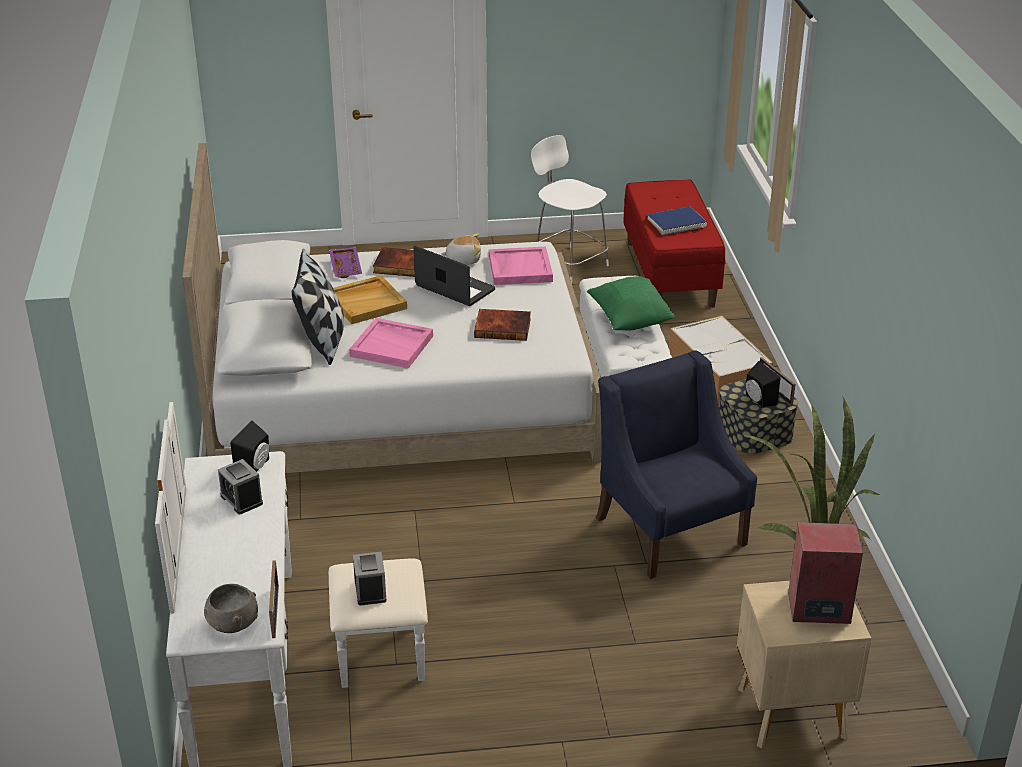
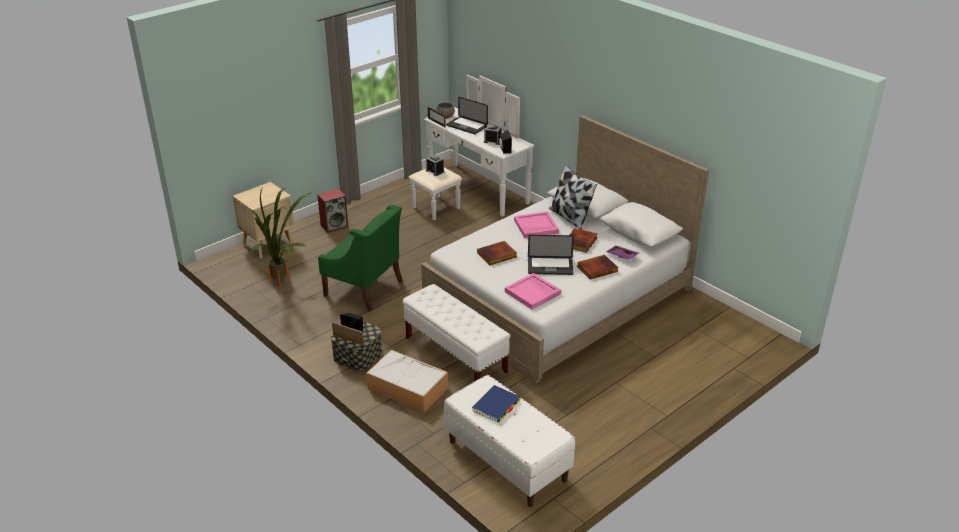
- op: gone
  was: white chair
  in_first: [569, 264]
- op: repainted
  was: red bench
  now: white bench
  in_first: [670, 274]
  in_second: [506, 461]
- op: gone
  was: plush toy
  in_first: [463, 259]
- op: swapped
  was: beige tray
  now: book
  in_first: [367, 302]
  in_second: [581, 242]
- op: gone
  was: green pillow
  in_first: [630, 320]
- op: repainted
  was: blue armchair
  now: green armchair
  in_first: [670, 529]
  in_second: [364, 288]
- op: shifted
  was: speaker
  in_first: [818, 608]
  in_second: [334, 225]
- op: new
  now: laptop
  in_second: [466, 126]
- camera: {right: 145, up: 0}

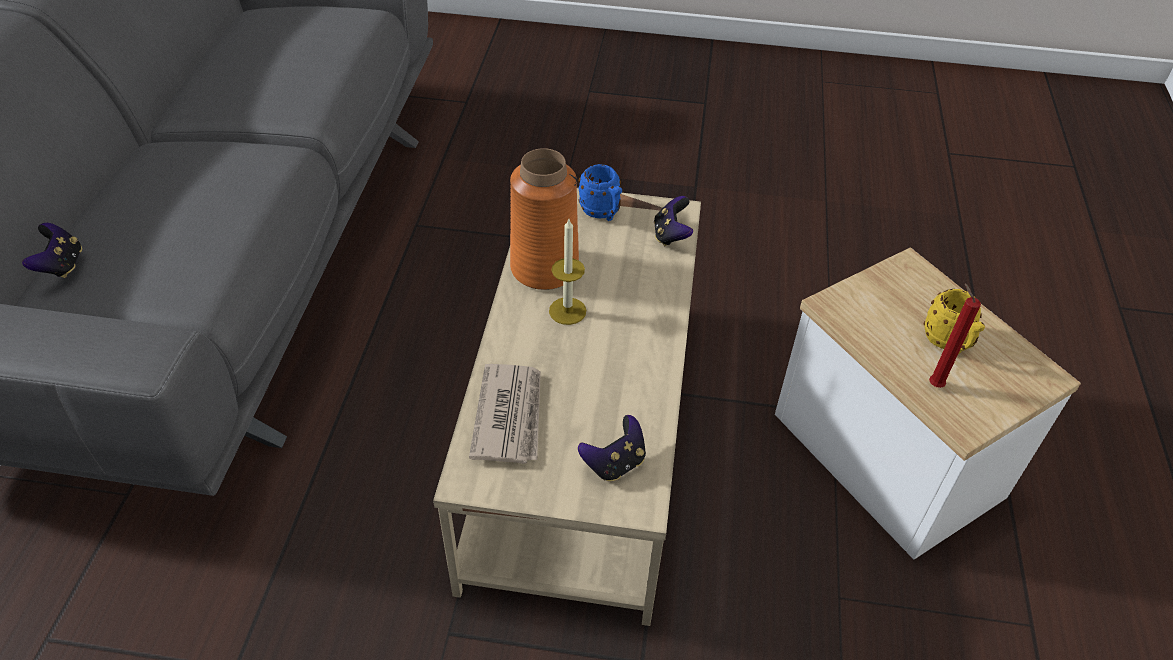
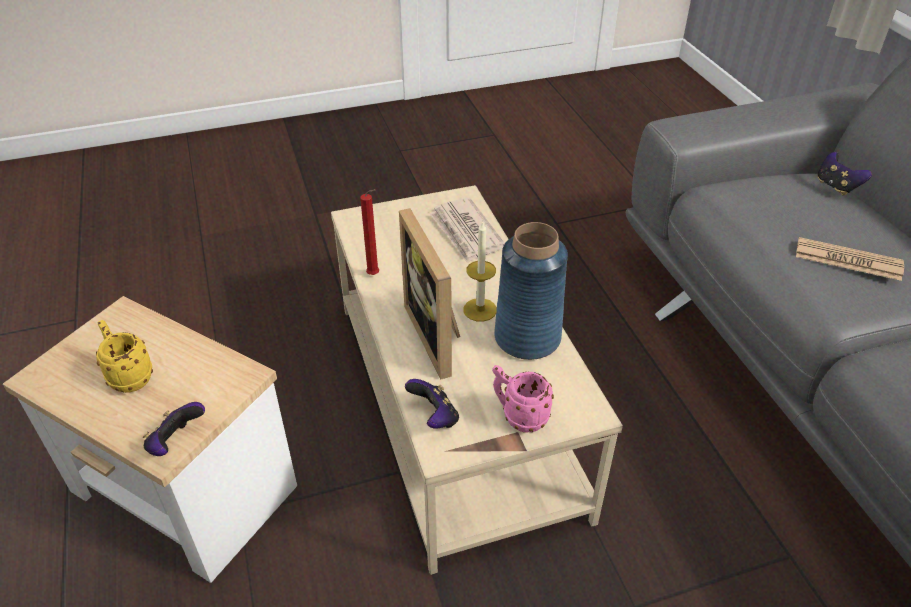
- op: repainted
  was: orange vase
  now: blue vase
  in_first: [544, 268]
  in_second: [528, 338]
- op: repainted
  was: blue mug
  now: pink mug
  in_first: [602, 213]
  in_second: [519, 416]
- op: shifted
  was: red candle
  in_first: [933, 384]
  in_second: [375, 275]
- op: shifted
  was: game controller
  in_first: [614, 463]
  in_second: [176, 443]
- op: new
  now: picture frame
  in_second: [439, 336]
- op: new
  now: newspaper
  in_second: [848, 260]
- camera: {right: 155, up: -5}

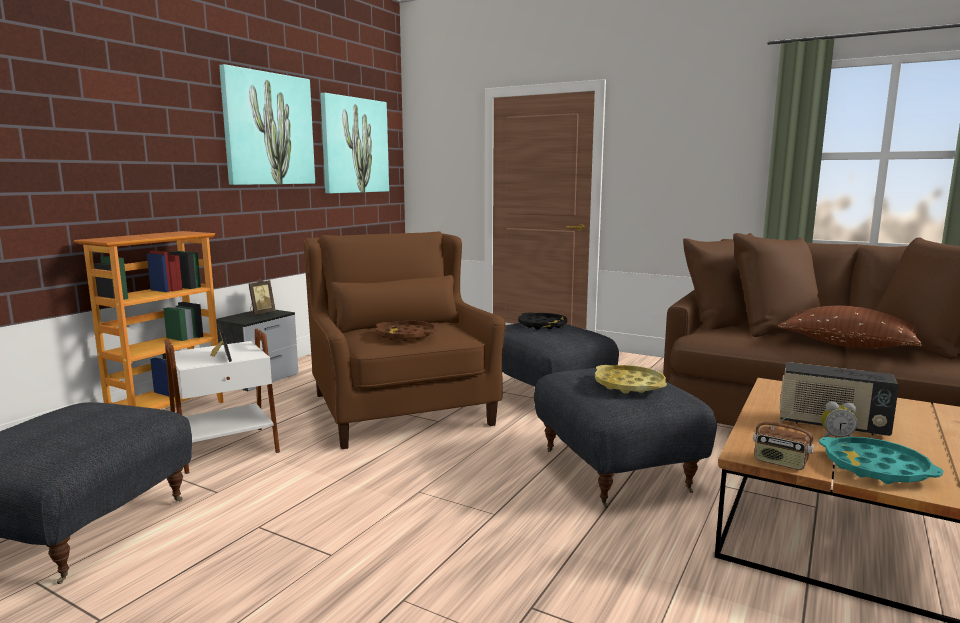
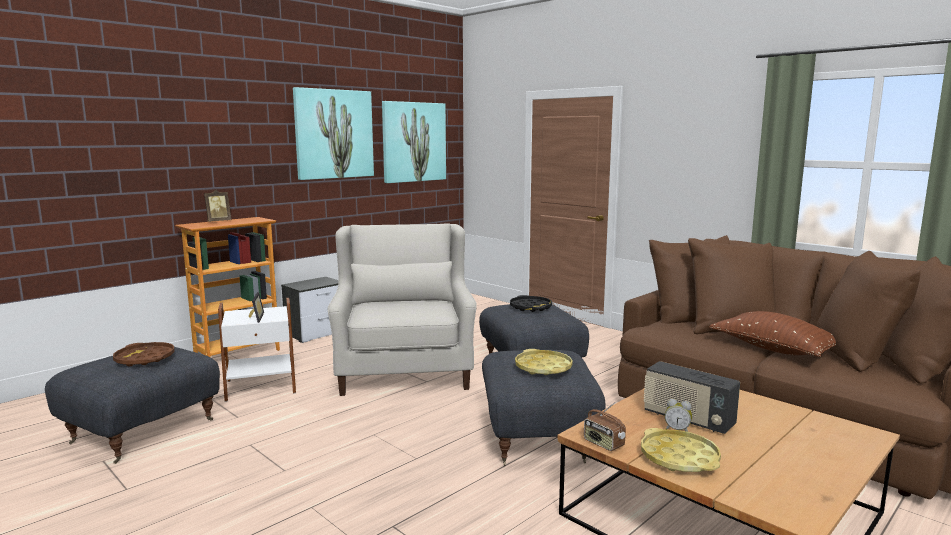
- op: repainted
  was: brown armchair
  now: white armchair
  in_first: [400, 409]
  in_second: [404, 369]
- op: shifted
  was: picture frame
  in_first: [261, 313]
  in_second: [218, 221]
- op: shifted
  was: brown tray
  in_first: [406, 336]
  in_second: [145, 359]
- op: repainted
  was: turquoise tray
  now: yellow tray
  in_first: [876, 468]
  in_second: [679, 458]
- camera: {right: 15, up: 0}

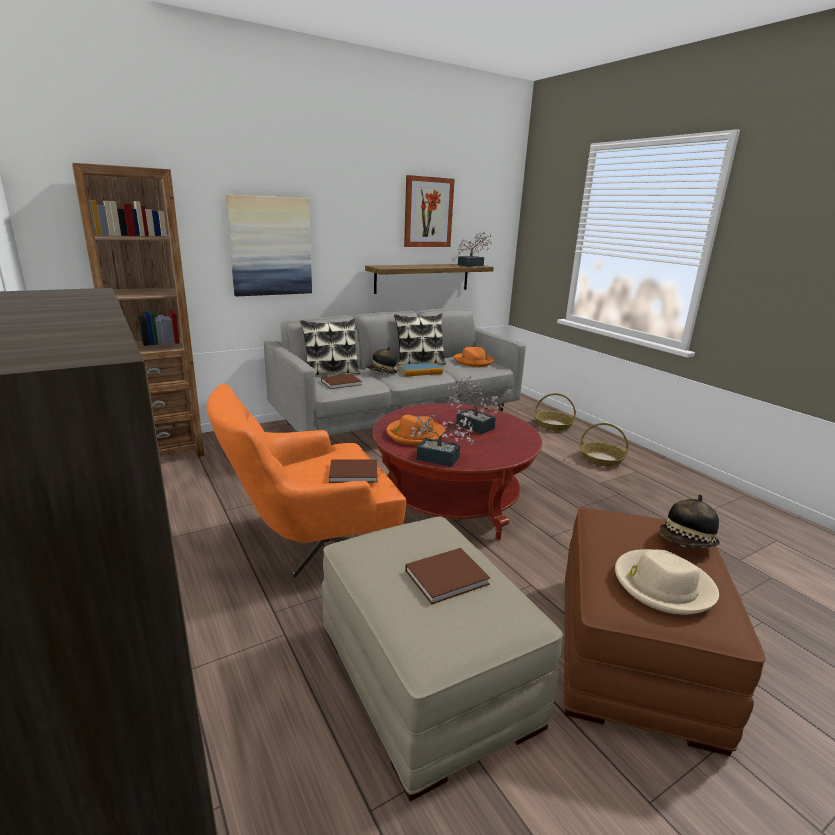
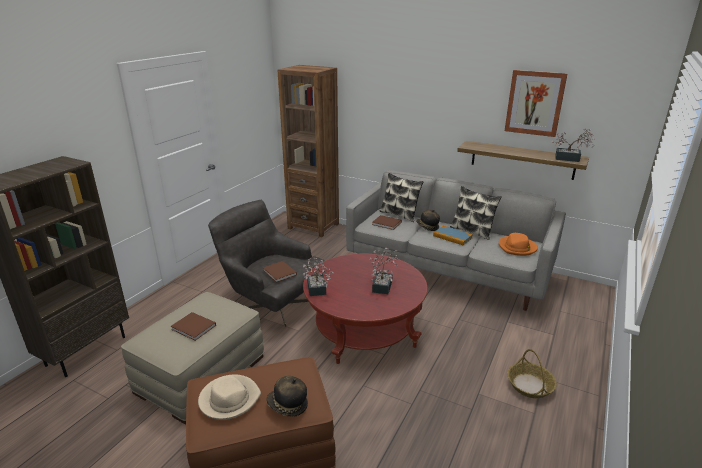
- op: gone
  was: picture
  in_first: [270, 246]
- op: repainted
  was: orange armchair
  now: grey armchair
  in_first: [310, 545]
  in_second: [272, 302]
- op: gone
  was: basket
  in_first: [553, 425]
- op: gone
  was: orange hat
  in_first: [415, 434]
- camera: {right: 60, up: 5}

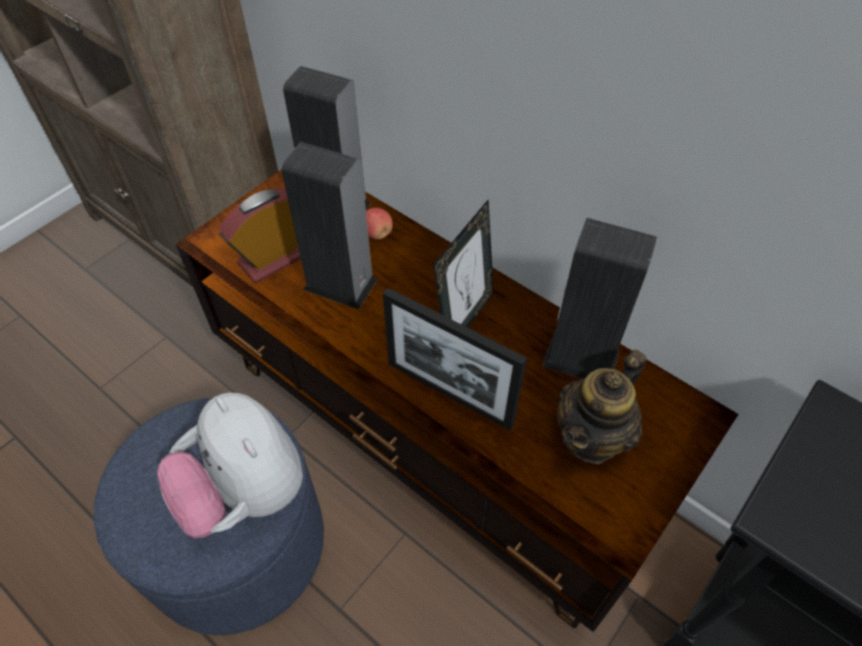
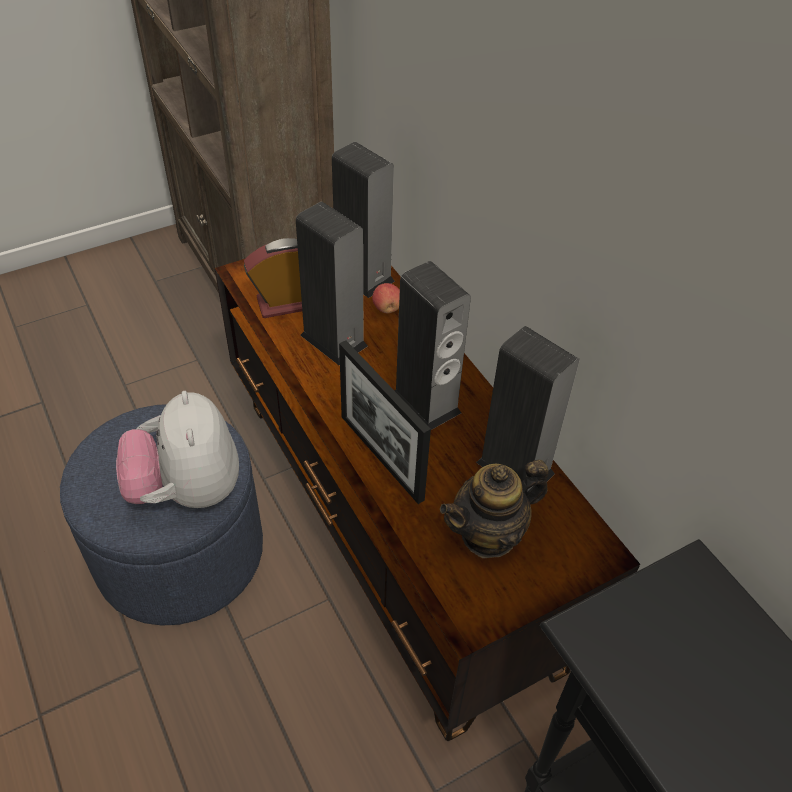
- op: swapped
  was: picture frame
  now: speaker
  in_first: [464, 320]
  in_second: [426, 402]
- camera: {right: 20, up: -5}

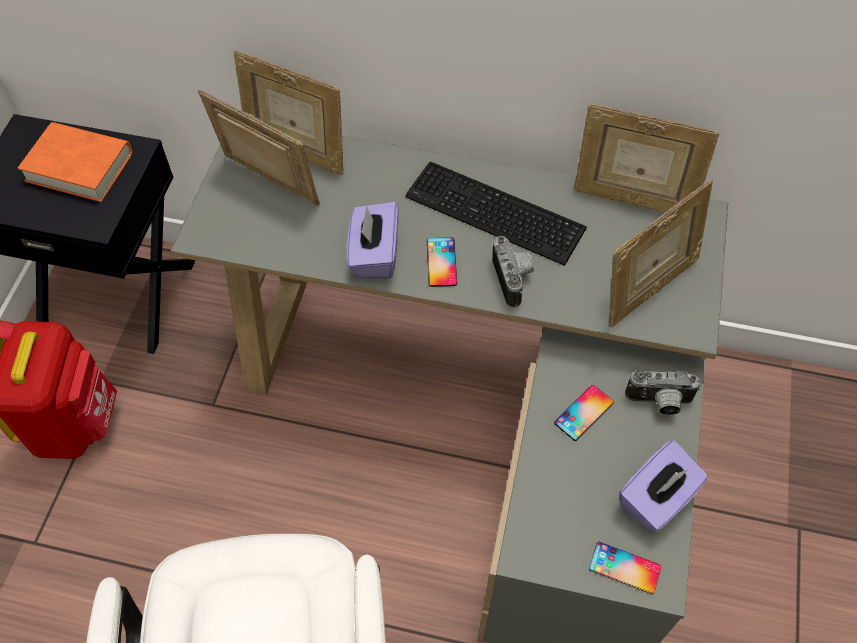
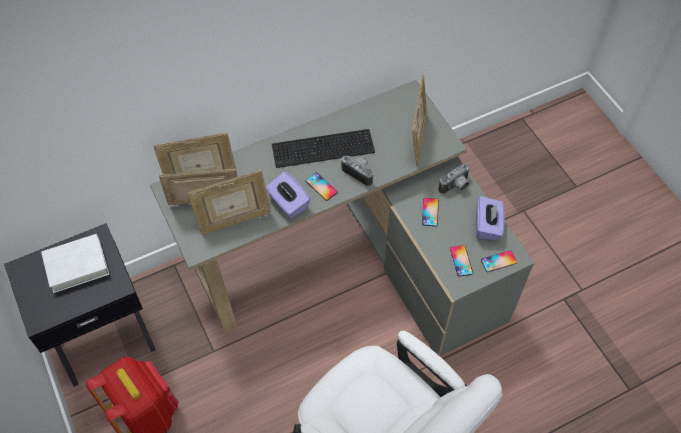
- op: shifted
  was: picture frame
  in_first: [631, 199]
  in_second: [234, 221]
- op: repainted
  was: orange book
  now: white book
  in_first: [80, 167]
  in_second: [76, 265]
- op: new
  now: phone
  in_second: [461, 261]
- camera: {right: -40, up: 0}

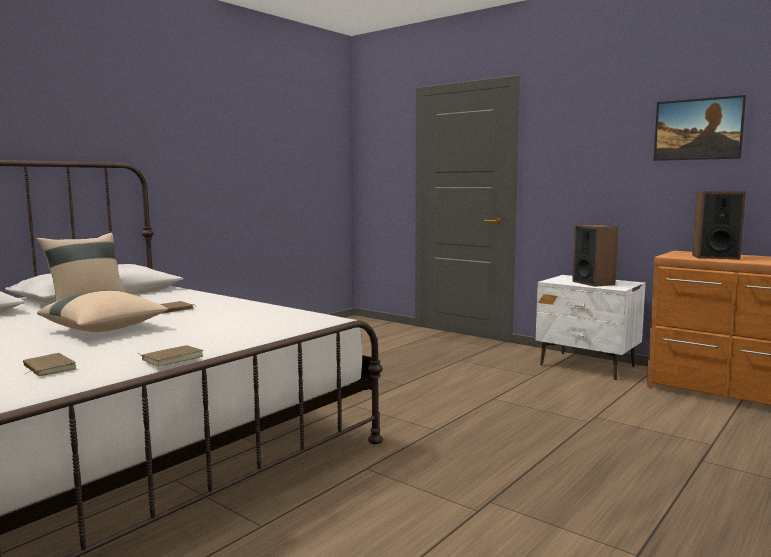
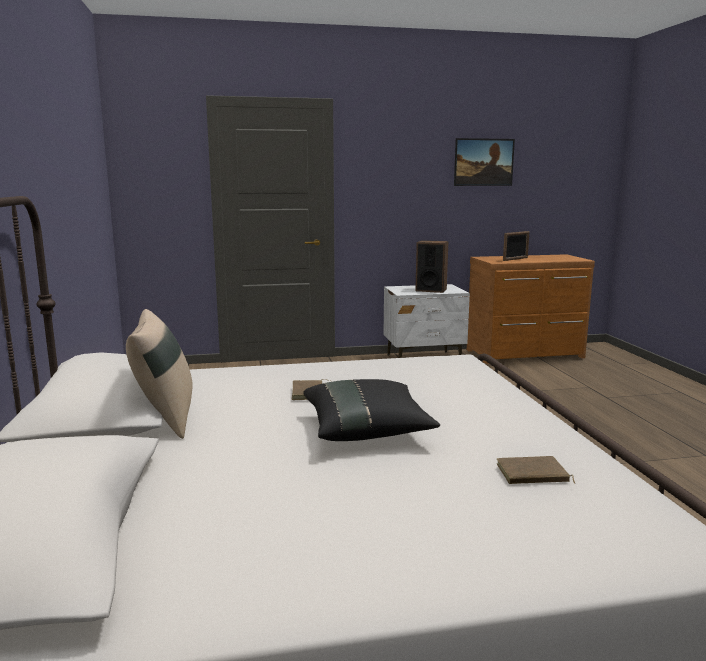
- op: swapped
  was: speaker
  now: picture frame
  in_first: [715, 257]
  in_second: [515, 259]
- op: repainted
  was: beige pillow
  now: black pillow
  in_first: [105, 329]
  in_second: [366, 431]
- op: gone
  was: brown book
  in_first: [172, 358]
- camera: {right: -50, up: 5}

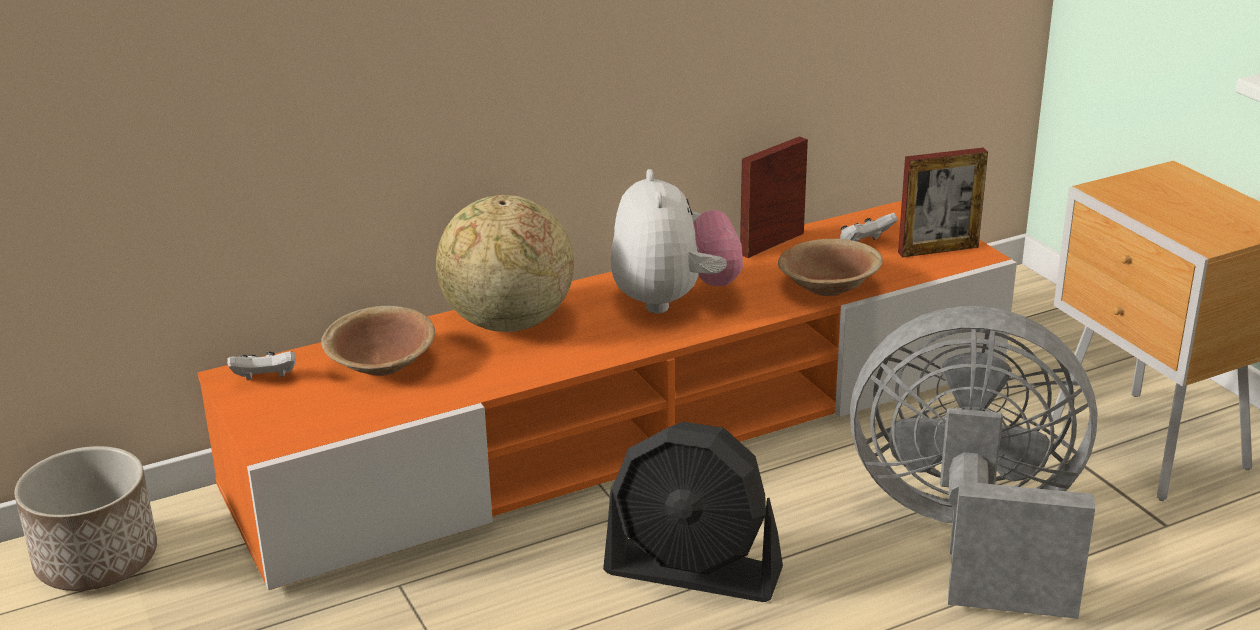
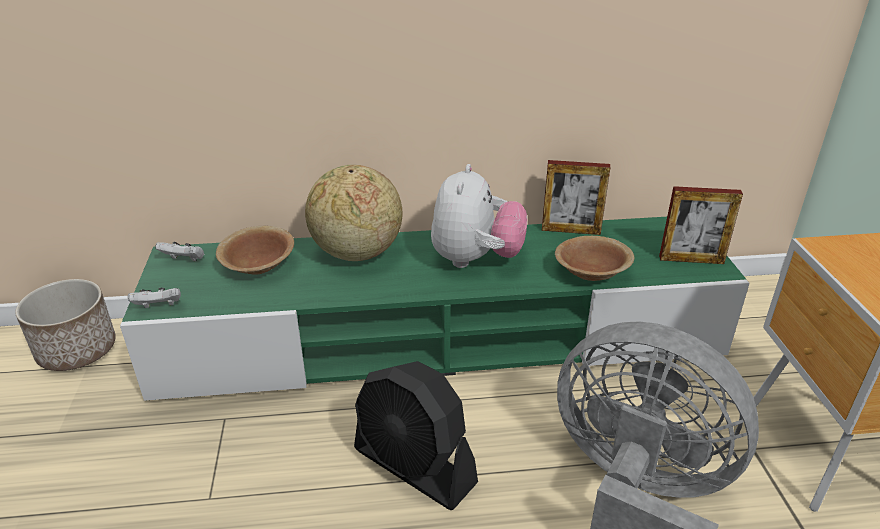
- op: rotated
  was: picture frame
  in_first: [772, 244]
  in_second: [570, 230]
  clockwise: -150
- op: repainted
  was: orange tv stand
  now: green tv stand
  in_first: [633, 429]
  in_second: [441, 339]
- op: shifted
  was: white game controller
  in_first: [865, 243]
  in_second: [159, 307]
- camera: {right: 20, up: 5}

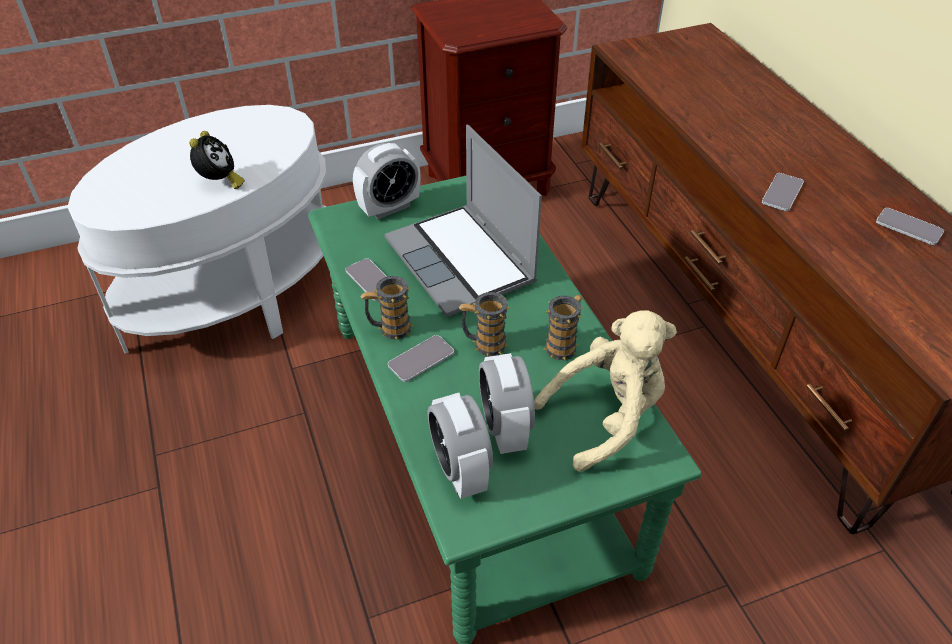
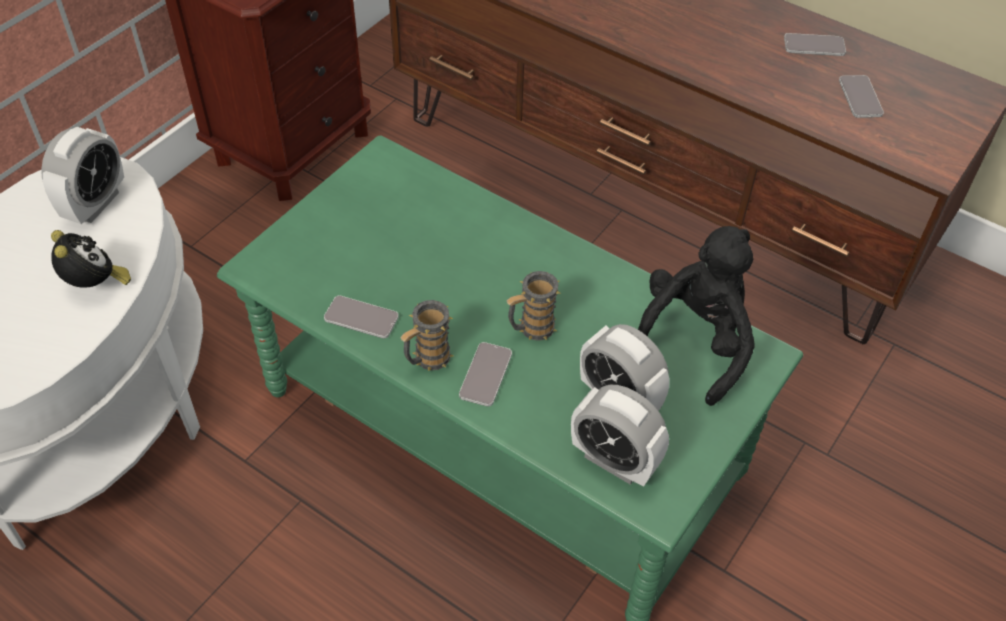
- op: gone
  was: laptop
  in_first: [462, 262]
- op: shifted
  was: alarm clock
  in_first: [389, 208]
  in_second: [95, 204]
- op: shifted
  was: phone
  in_first: [782, 193]
  in_second: [860, 97]
- op: gone
  was: mug
  in_first: [563, 345]
- op: repainted
  was: beige plush toy
  now: black plush toy
  in_first: [607, 417]
  in_second: [693, 342]
- camera: {right: -35, up: 5}

